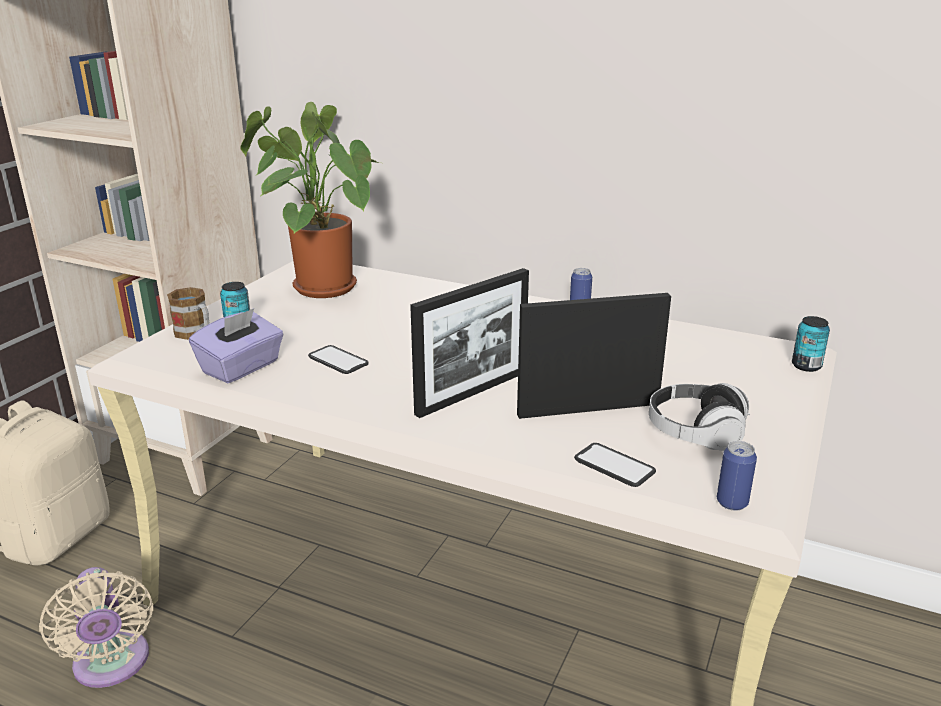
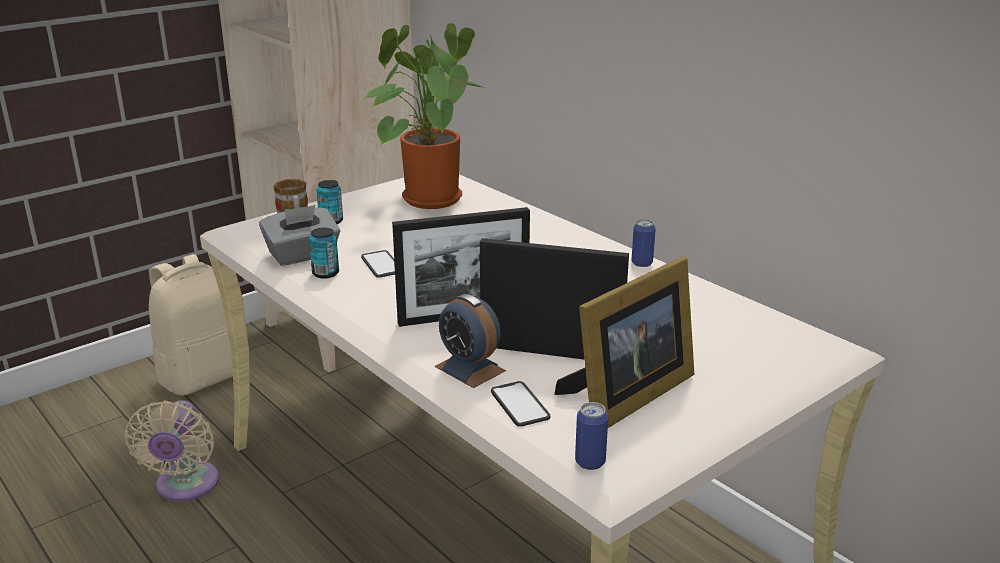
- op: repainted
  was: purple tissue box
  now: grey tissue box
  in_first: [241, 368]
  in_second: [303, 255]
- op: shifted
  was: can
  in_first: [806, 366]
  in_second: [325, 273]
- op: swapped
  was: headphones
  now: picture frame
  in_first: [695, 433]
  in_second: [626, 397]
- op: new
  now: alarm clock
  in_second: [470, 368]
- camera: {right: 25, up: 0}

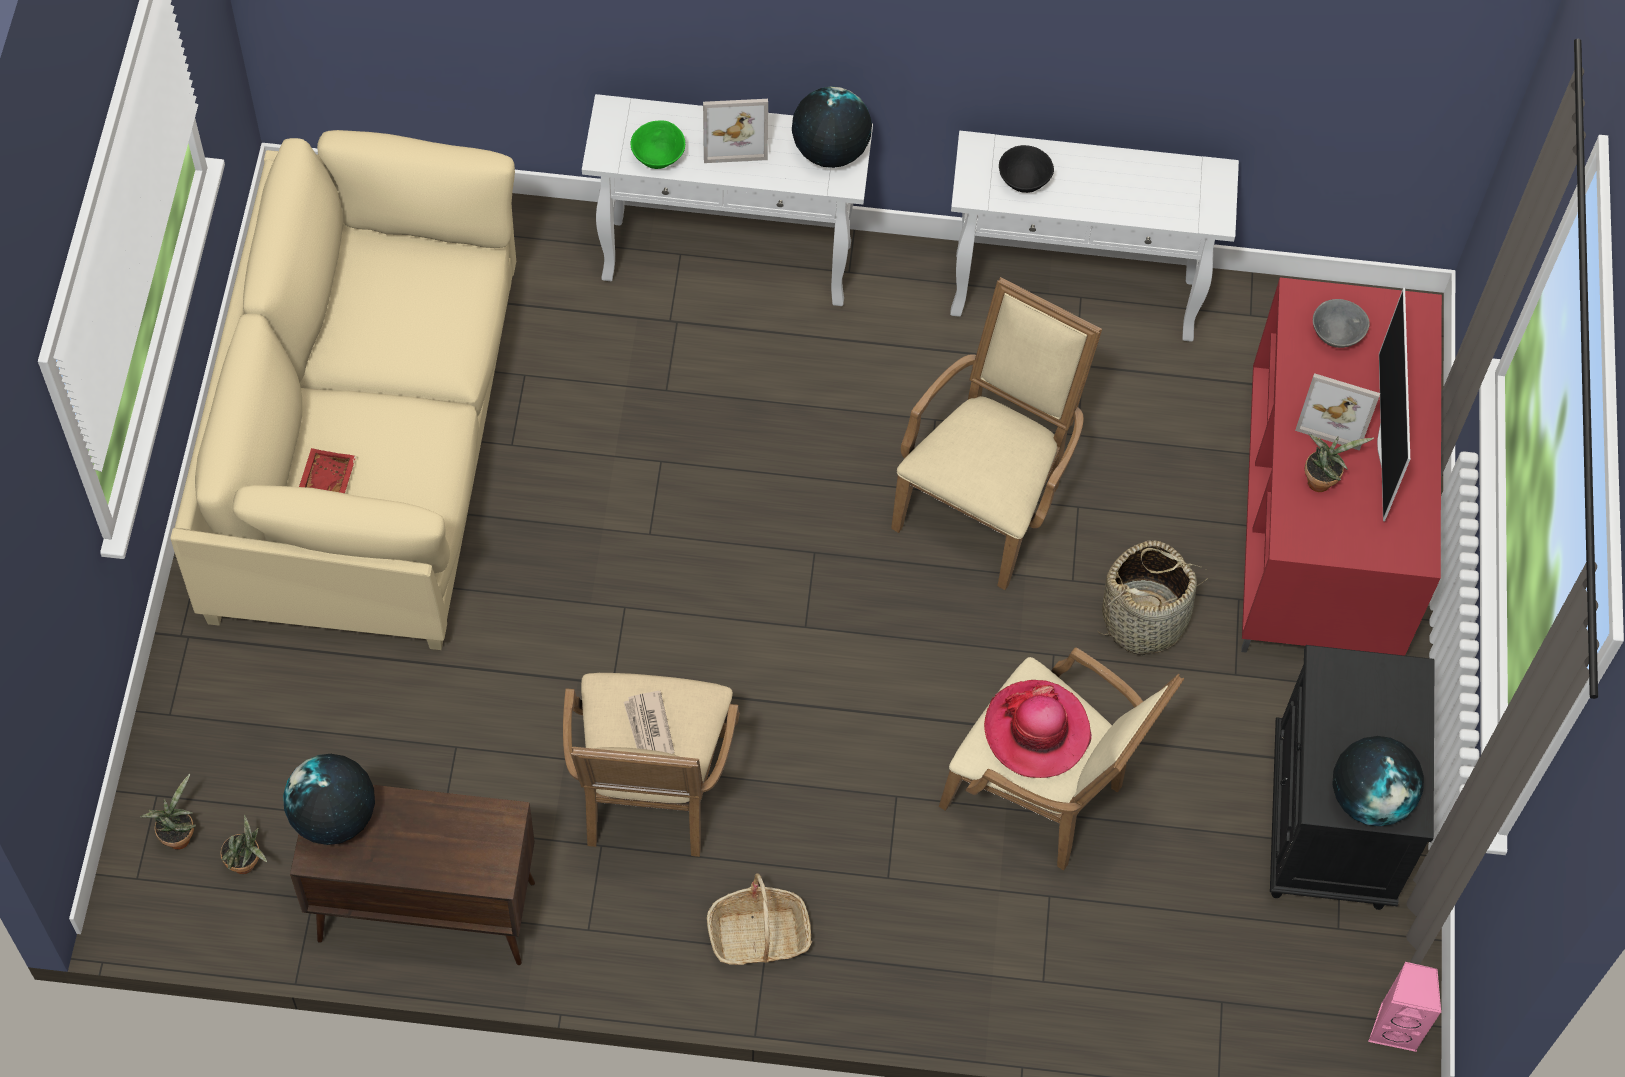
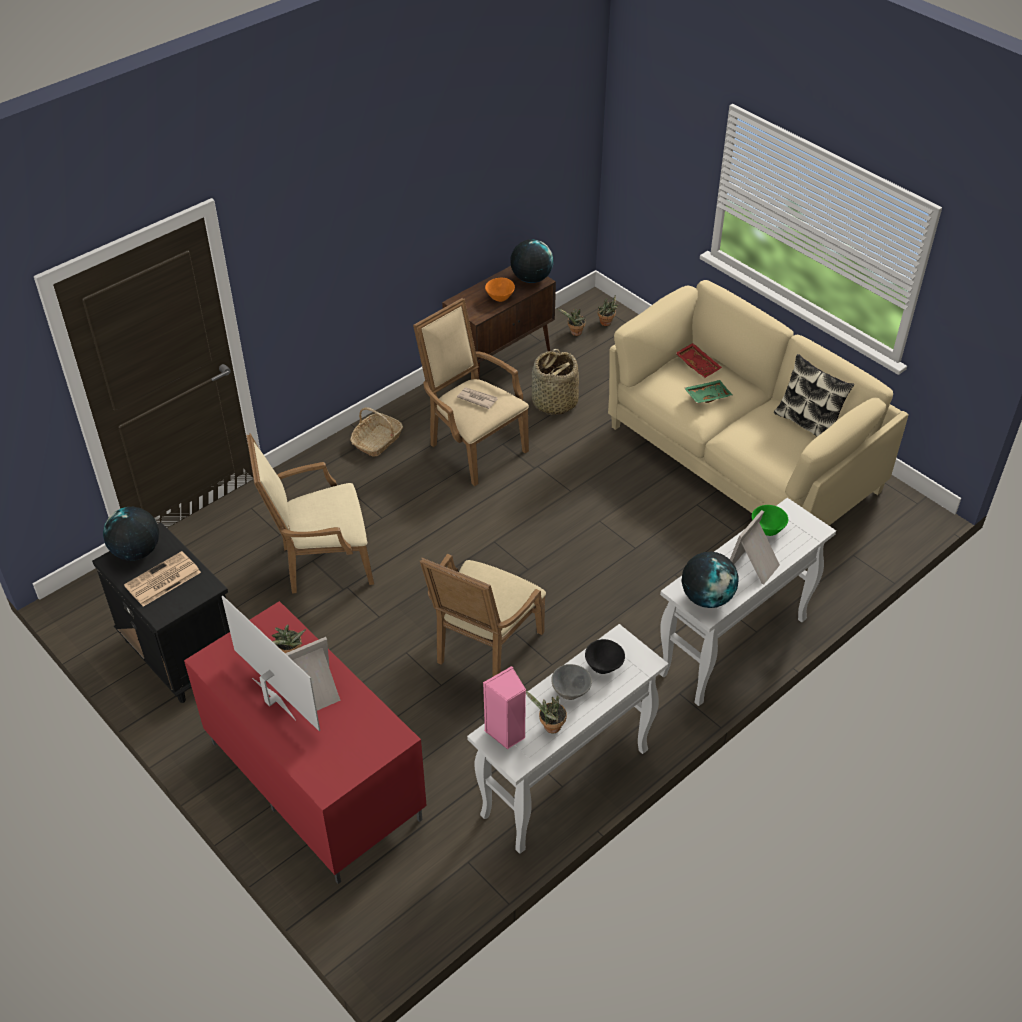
- op: rotated
  was: beige armchair
  in_first: [986, 502]
  in_second: [484, 650]
  clockwise: 45
- op: shifted
  was: grey bowl
  in_first: [1335, 335]
  in_second: [571, 692]
- op: shifted
  was: basket
  in_first: [1144, 618]
  in_second: [554, 402]
- op: gone
  was: hat
  in_first: [1036, 731]
- op: shifted
  was: pink speaker
  in_first: [1395, 1027]
  in_second: [506, 733]
- op: new
  now: orange bowl
  in_second: [499, 297]
- op: new
  now: pillow
  in_second: [807, 423]
- op: new
  now: green tray
  in_second: [707, 396]
- op: new
  now: newspaper
  in_second: [162, 580]
- op: new
  now: potted plant
  in_second: [549, 727]
- camera: {right: 135, up: -15}

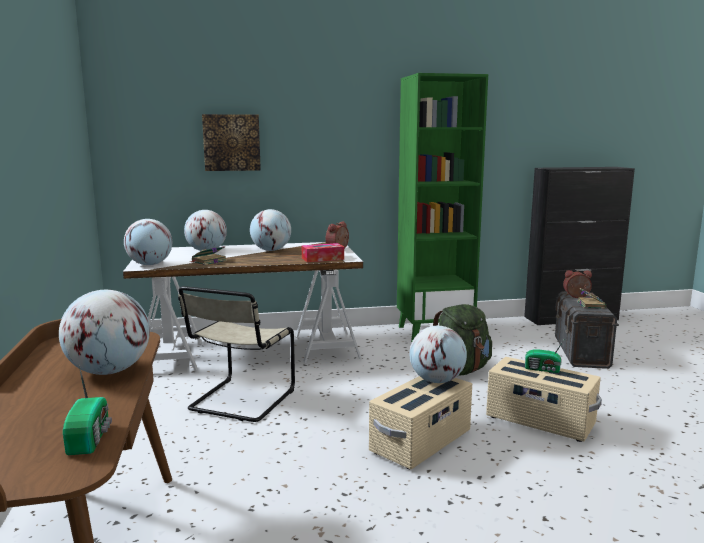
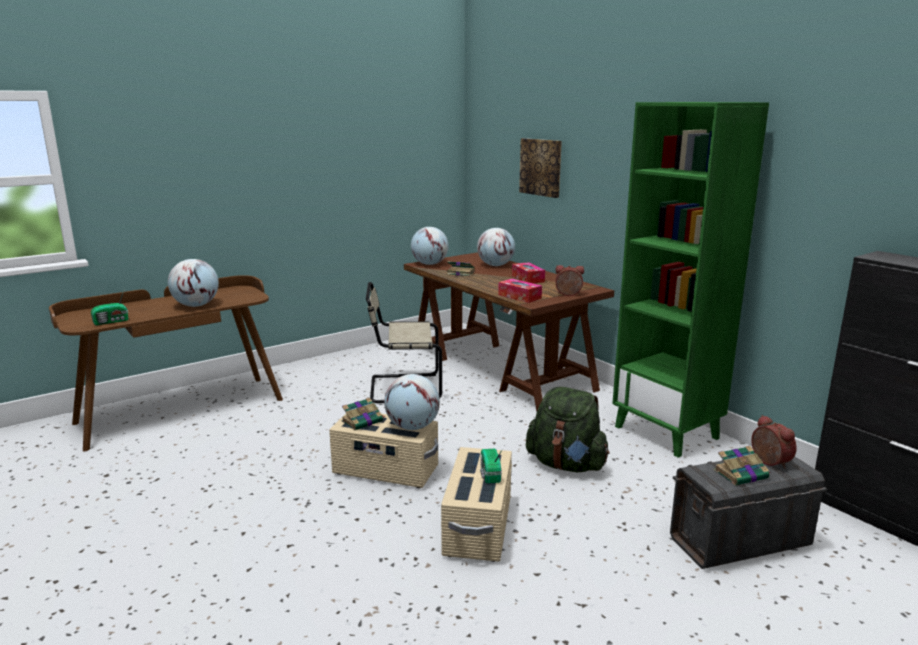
- op: swapped
  was: globe
  now: tissue box
  in_first: [271, 250]
  in_second: [528, 278]
- op: repainted
  was: white desk
  now: brown desk
  in_first: [250, 351]
  in_second: [500, 366]
- op: new
  now: book
  in_second: [363, 421]
- camera: {right: 65, up: 5}

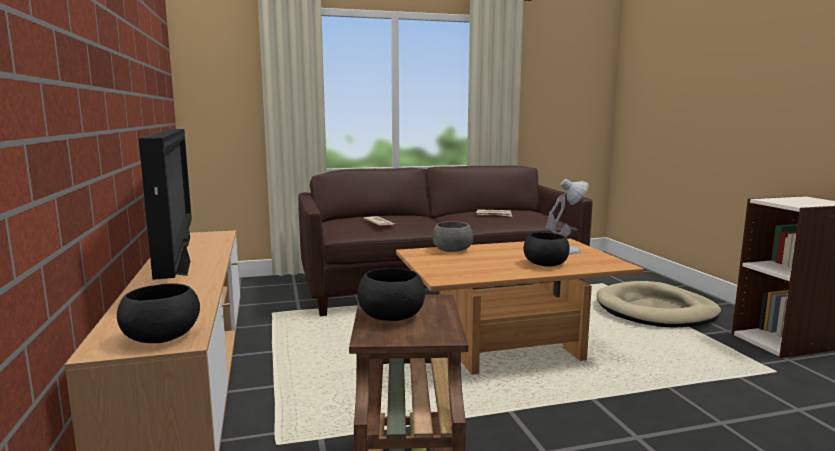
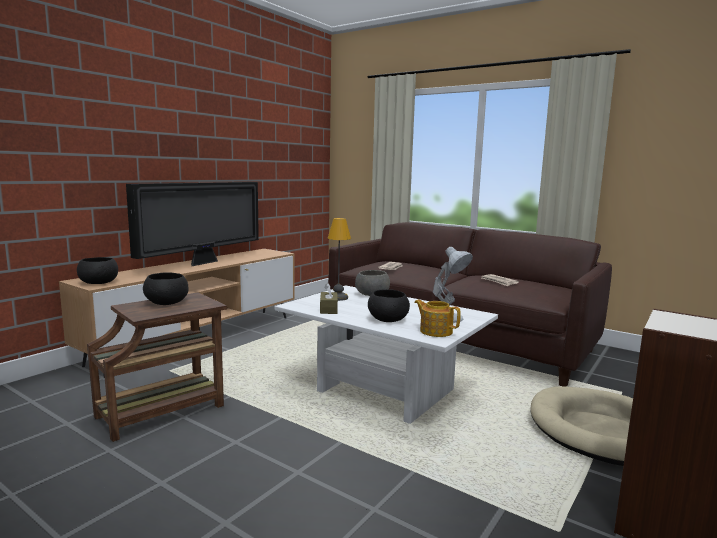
- op: repainted
  was: brown coffee table
  now: white coffee table
  in_first: [508, 348]
  in_second: [382, 391]
- op: new
  now: table lamp
  in_second: [338, 297]
- op: new
  now: brown tissue box
  in_second: [328, 309]
- op: new
  now: teapot
  in_second: [435, 331]
- camera: {right: 50, up: 0}

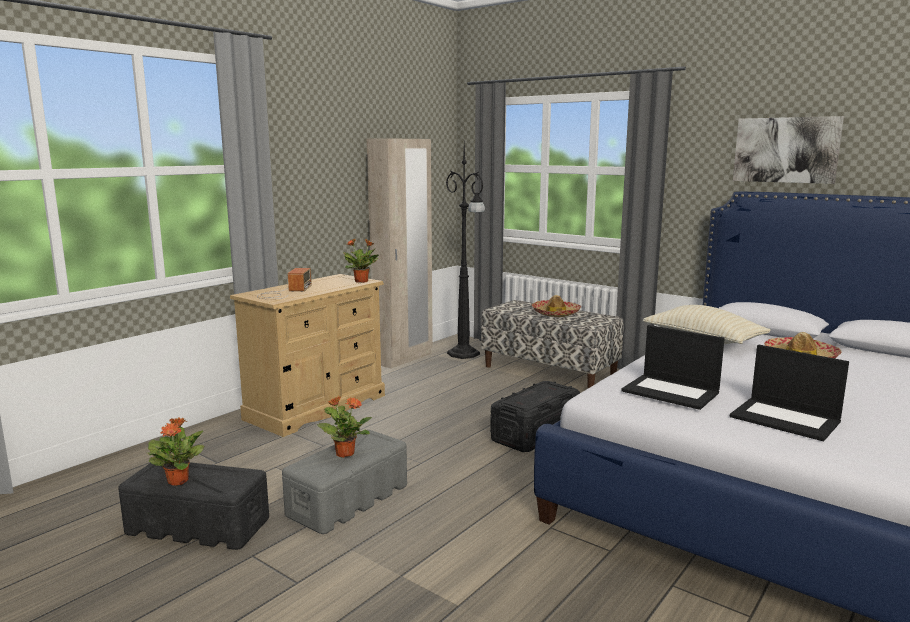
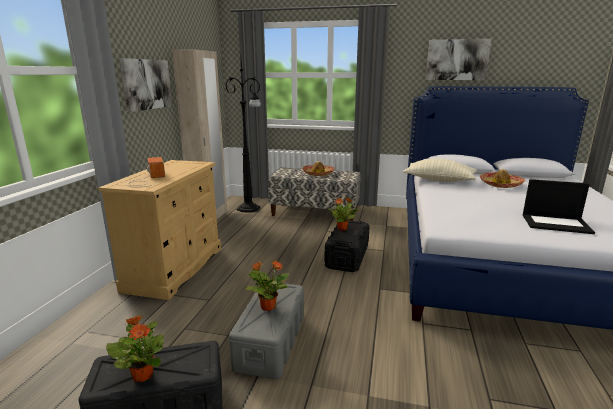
- op: shifted
  was: potted plant
  in_first: [362, 281]
  in_second: [342, 228]
- op: gone
  was: laptop
  in_first: [671, 392]
- op: new
  now: picture
  in_second: [146, 84]
- camera: {right: -25, up: 5}

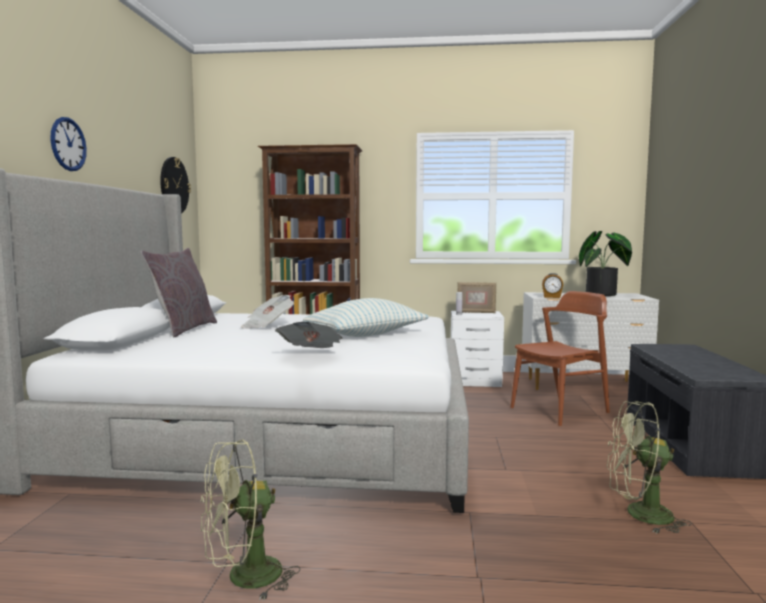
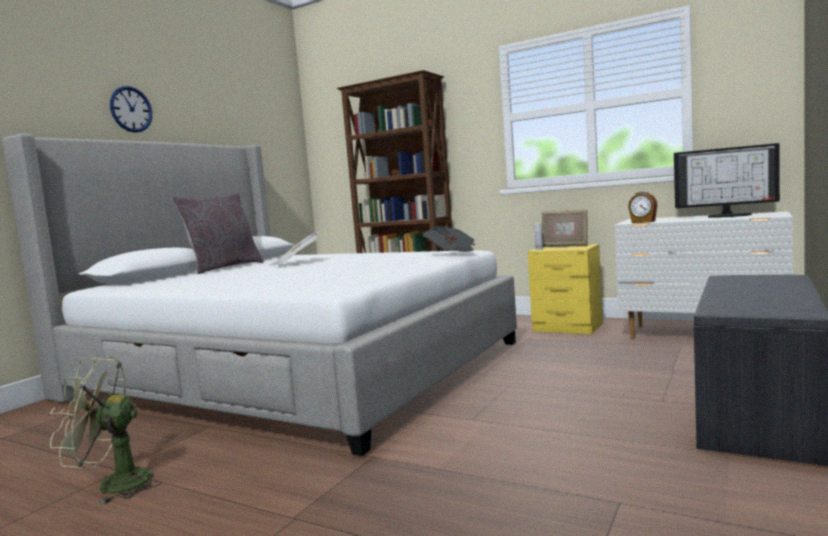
- op: gone
  was: wall clock
  in_first: [174, 185]
- op: swapped
  was: potted plant
  now: monitor
  in_first: [604, 294]
  in_second: [729, 215]
- op: gone
  was: brown chair
  in_first: [560, 410]
- op: gone
  was: pillow
  in_first: [367, 335]
- op: repainted
  was: white nightstand
  now: yellow nightstand
  in_first: [476, 381]
  in_second: [569, 327]
- op: shifted
  was: newspaper
  in_first: [311, 354]
  in_second: [452, 254]
- op: gone
  was: green fan
  in_first: [639, 515]
- camera: {right: 25, up: 0}

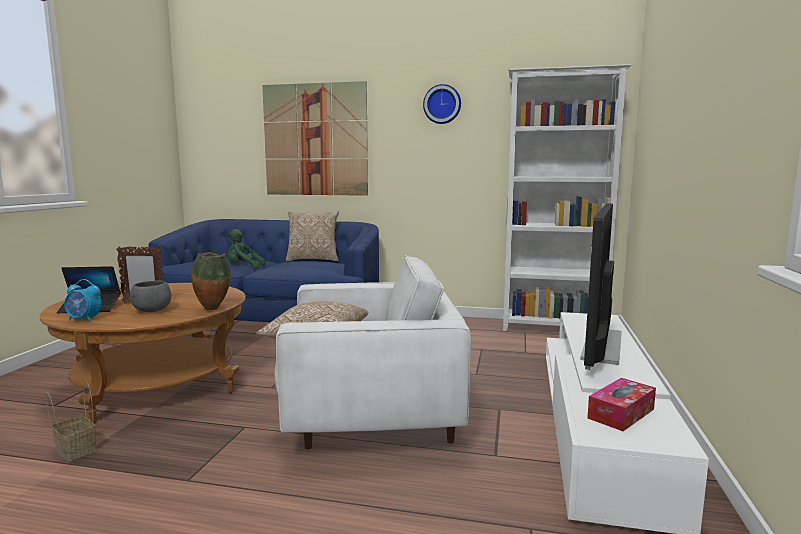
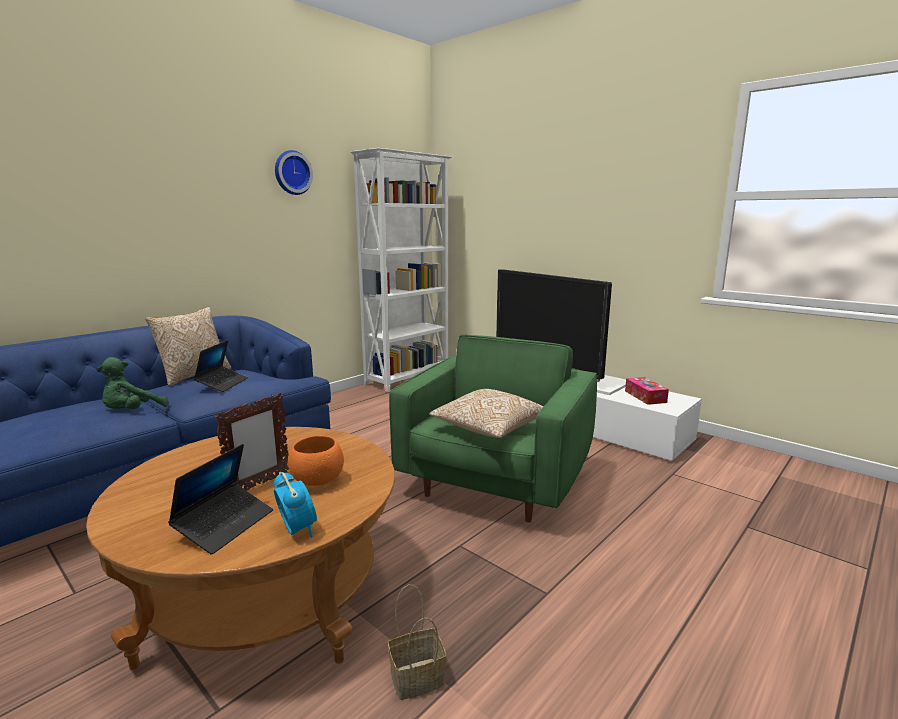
- op: gone
  was: picture
  in_first: [315, 140]
- op: gone
  was: vase
  in_first: [213, 309]
- op: repainted
  was: white armchair
  now: green armchair
  in_first: [369, 417]
  in_second: [495, 483]
- op: rotated
  was: alarm clock
  in_first: [84, 320]
  in_second: [297, 529]
  clockwise: -75
- op: repainted
  was: grey bowl
  now: orange bowl
  in_first: [152, 311]
  in_second: [317, 481]
- op: new
  now: laptop
  in_second: [222, 384]
- camera: {right: -60, up: 5}

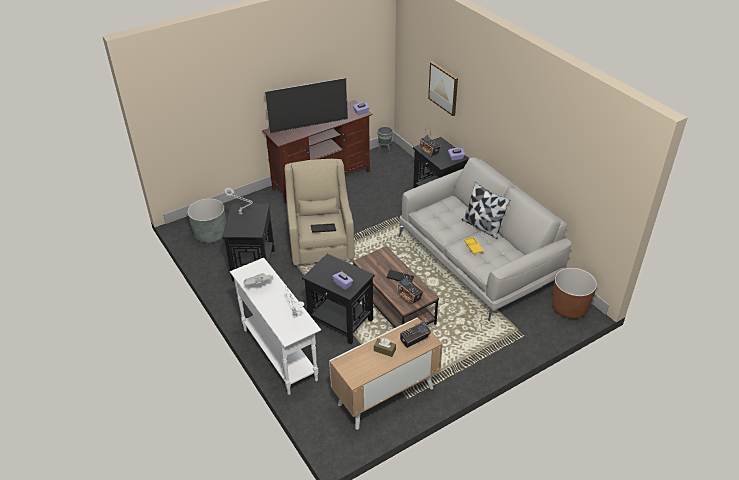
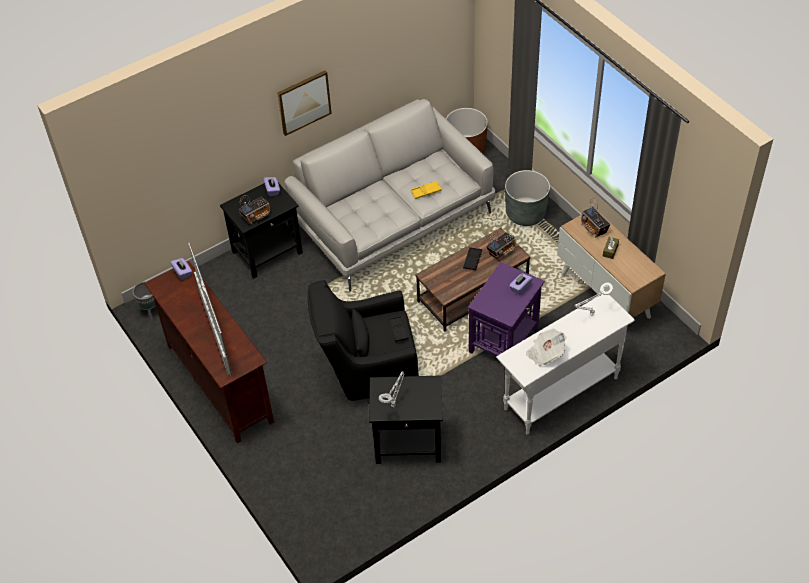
- op: shifted
  was: picture
  in_first: [443, 88]
  in_second: [304, 102]
- op: repainted
  was: beige armchair
  now: black armchair
  in_first: [321, 245]
  in_second: [367, 371]
- op: gone
  was: pillow
  in_first: [482, 226]
- op: shifted
  was: grey planter
  in_first: [210, 234]
  in_second: [525, 213]
- op: repainted
  was: black side table
  now: purple side table
  in_first: [340, 321]
  in_second: [504, 340]
- camera: {right: -90, up: 10}

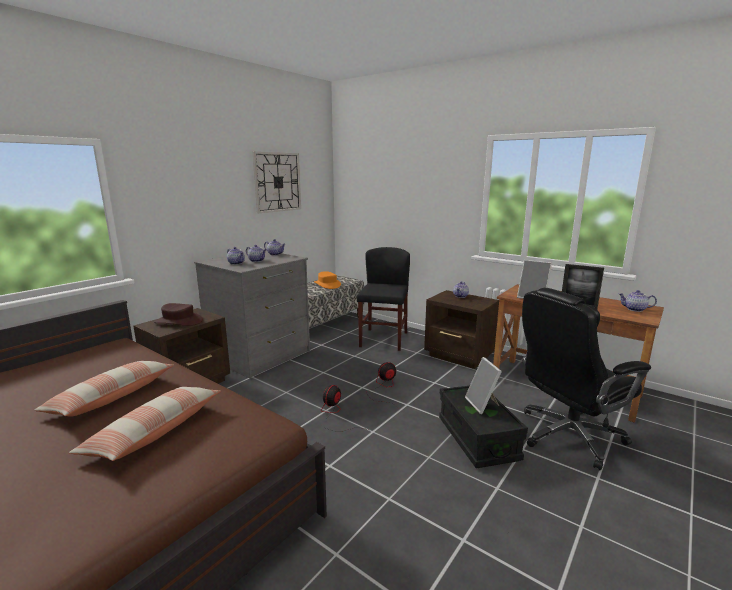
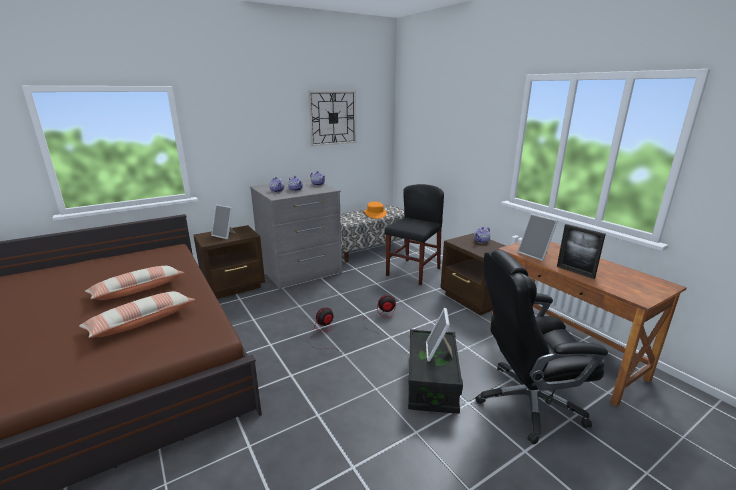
- op: gone
  was: teapot
  in_first: [634, 309]
- op: swapped
  was: brown hat
  now: picture frame
  in_first: [179, 321]
  in_second: [225, 235]
- camera: {right: 20, up: 5}

